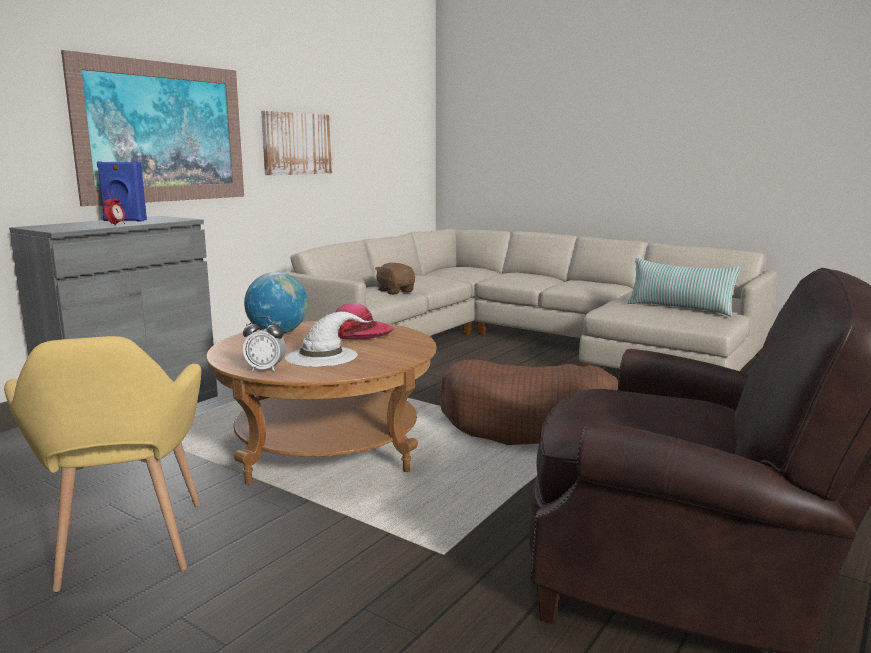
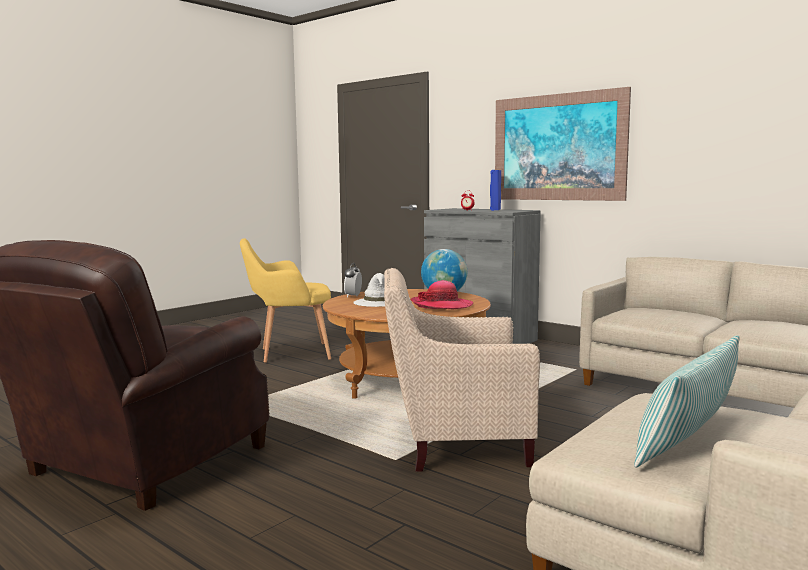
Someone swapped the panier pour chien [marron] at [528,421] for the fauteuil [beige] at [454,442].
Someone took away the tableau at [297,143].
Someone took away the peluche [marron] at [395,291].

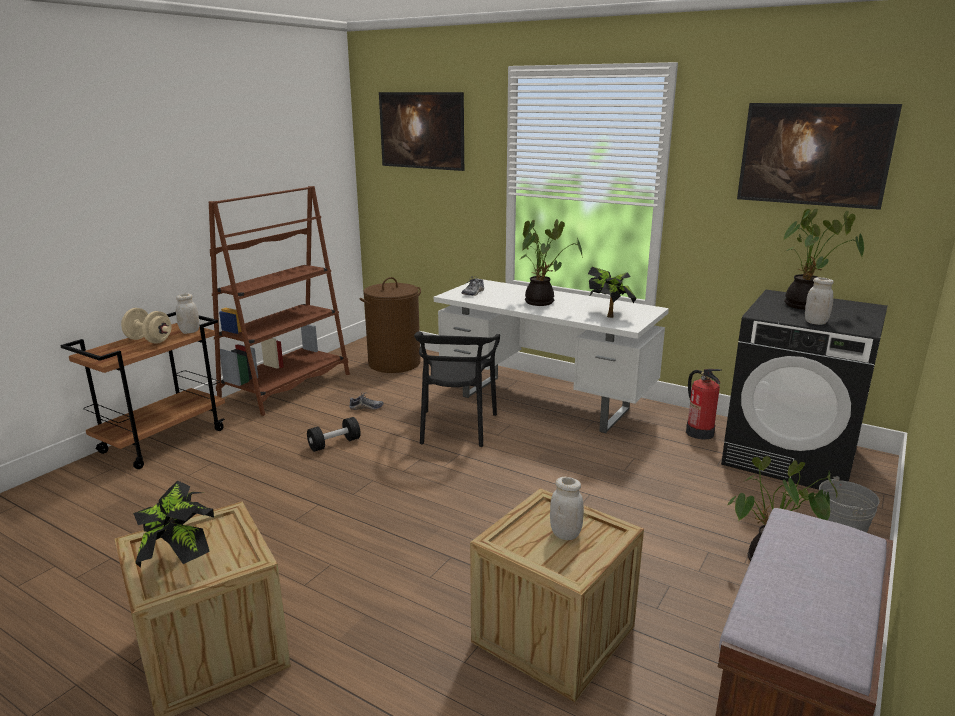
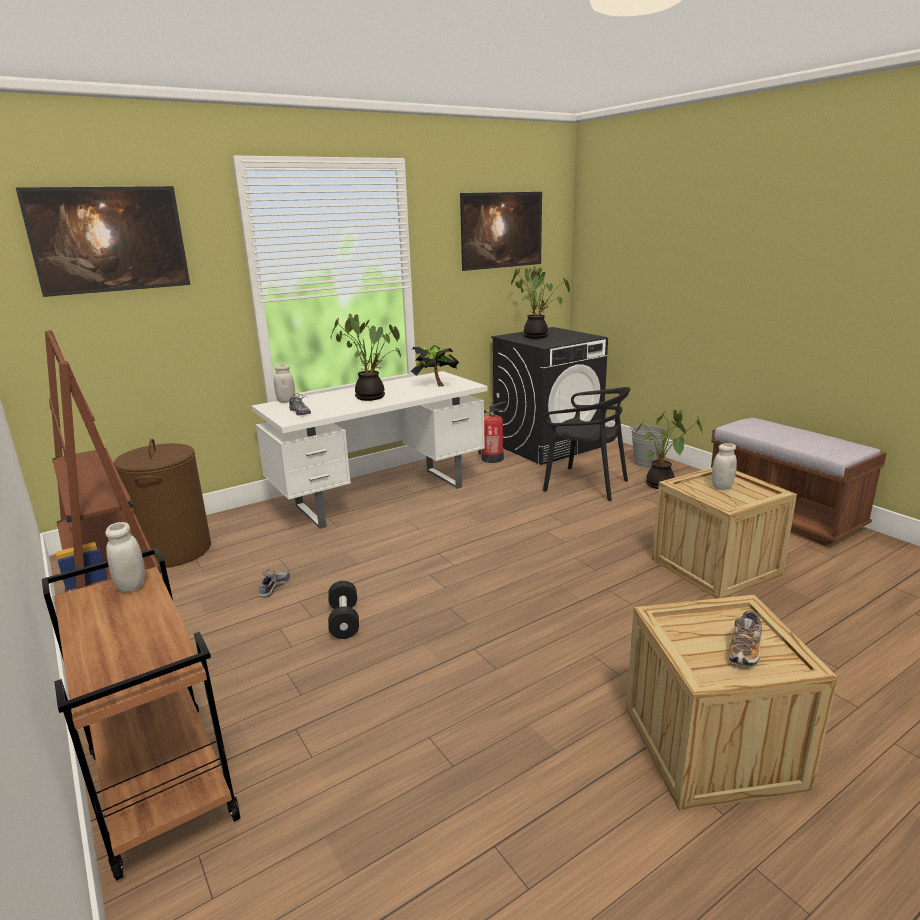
Someone carried the bocal [blanc] from [815,322] to [286,401].
Someone carried the chaise [noir] from [456,428] to [585,484].
Someone swapped the plante en pot at [180,563] for the chaussure at [744,650].
Someone took away the haltère [beige] at [149,340].

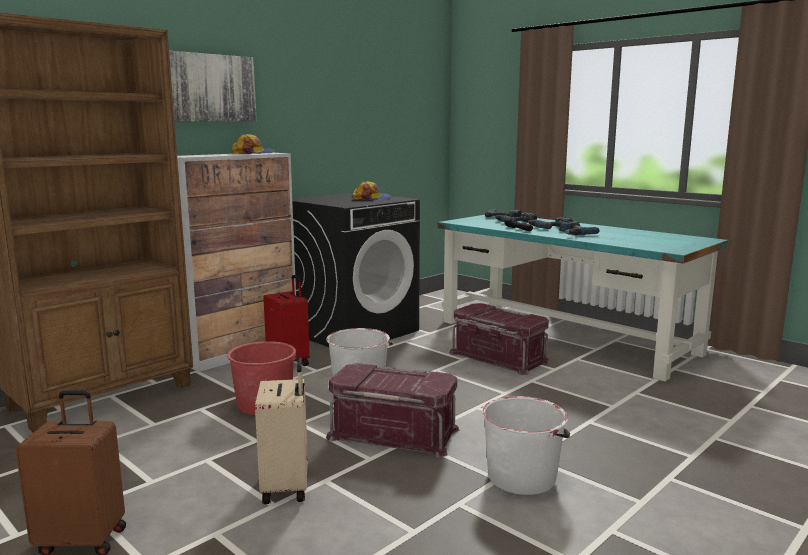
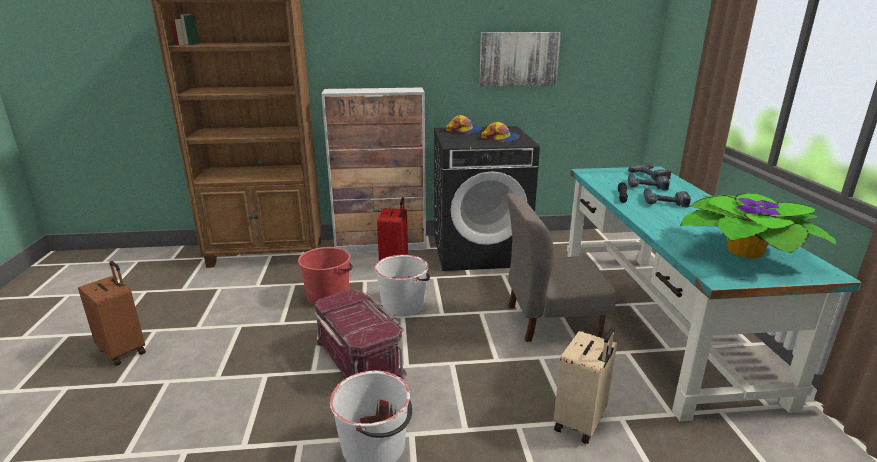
Someone carried the casquette from [253,153] to [464,130].
Someone carried the tableau from [208,88] to [518,59].
Someone swapped the boîte de rangement [rouge] at [497,357] for the chaise [gris] at [551,320].
Someone carried the valise [beige] from [287,487] to [581,422].
Someone put down the plante en pot at [744,252].
Someone took away the perceuse at [573,233].

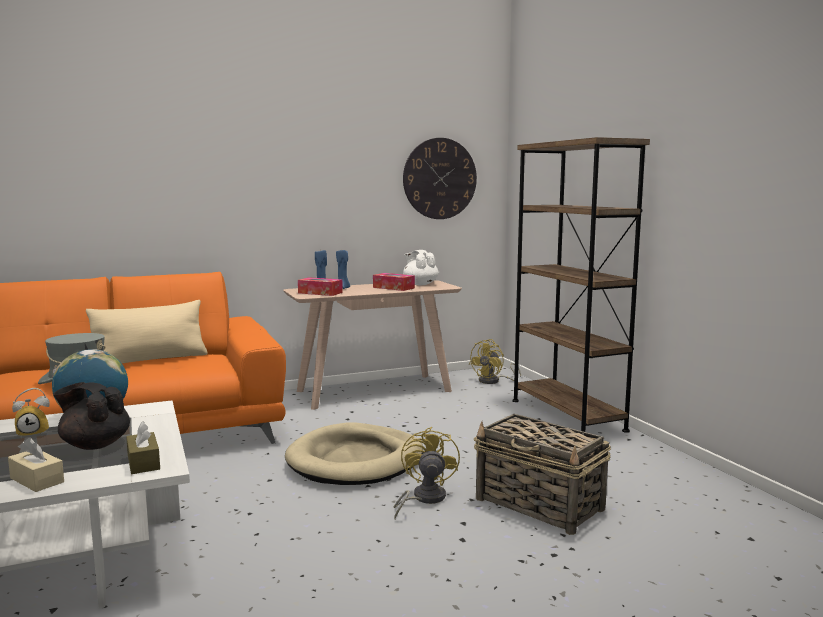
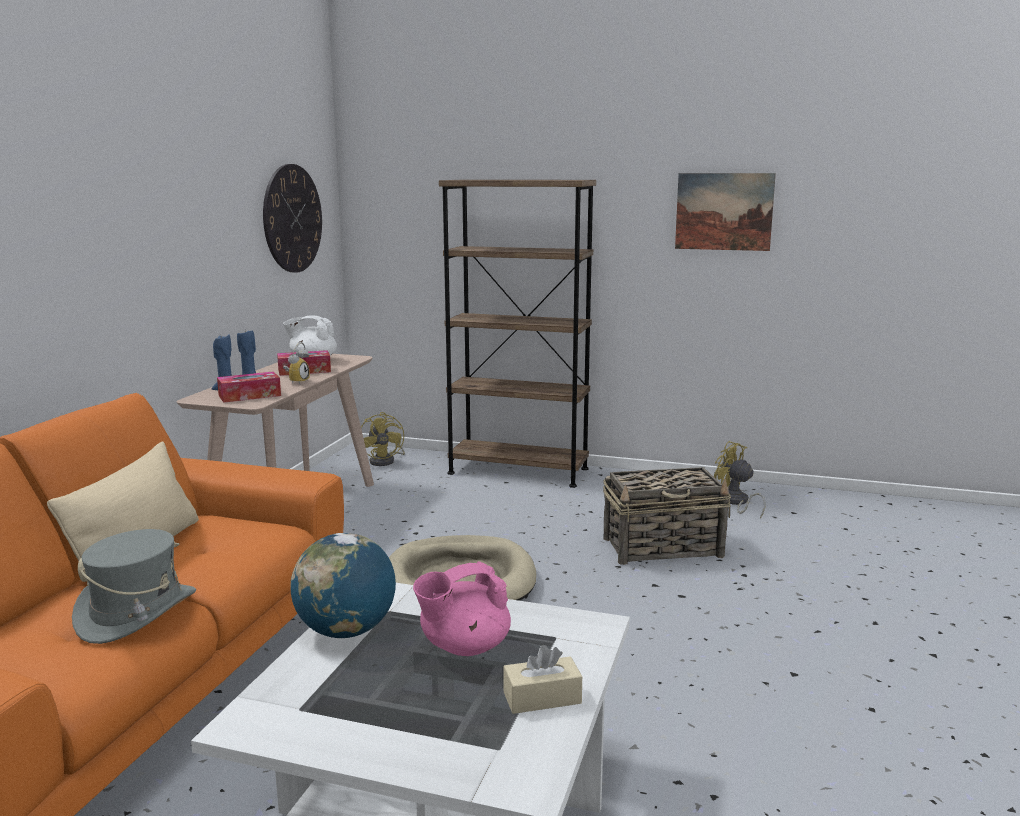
Someone carried the réveil from [34,433] to [297,382].
Someone repainted the théière [noir] at [95,445], which became the théière [rose] at [464,647].
Someone put up the tableau at [724,211].
Someone carried the ventilateur [jaune] from [423,499] to [735,502].
Someone took away the boîte à mouchoirs [marron] at [143,462].

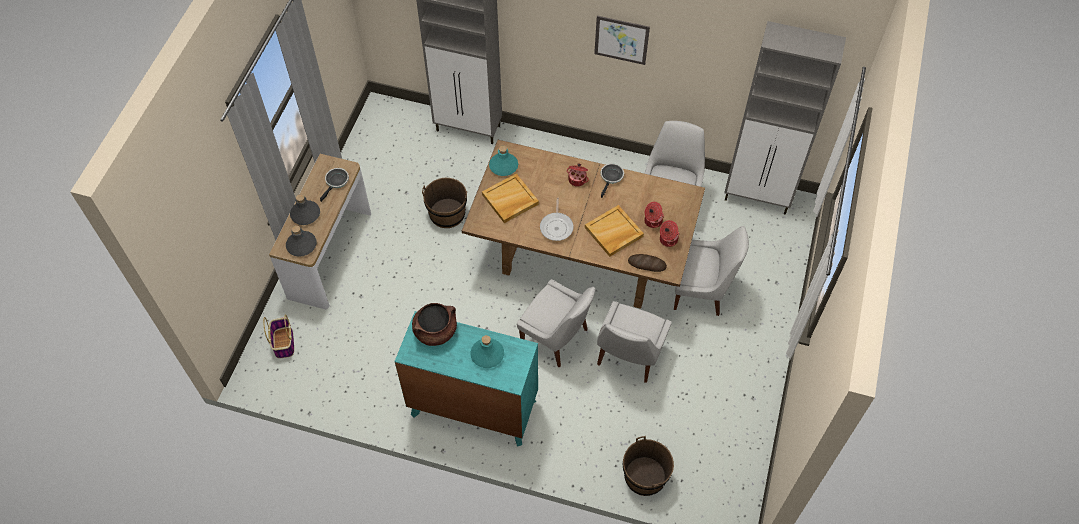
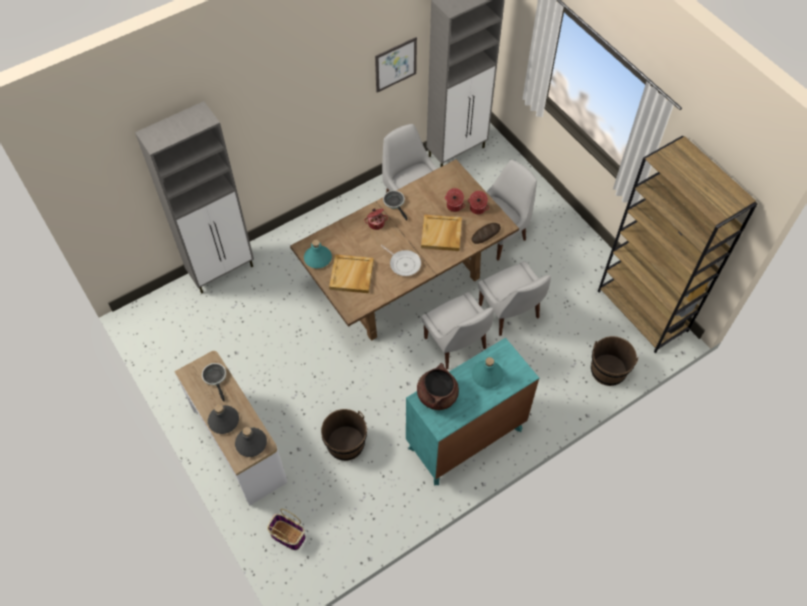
Someone carried the seau [marron] from [447,213] to [345,443].
Someone carried the tableau from [621,40] to [395,64].
Someone rotated the chaise [blanc] at [556,338] by 75 degrees clockwise.
Someone put down the bibliothèque [marron] at [643,311].

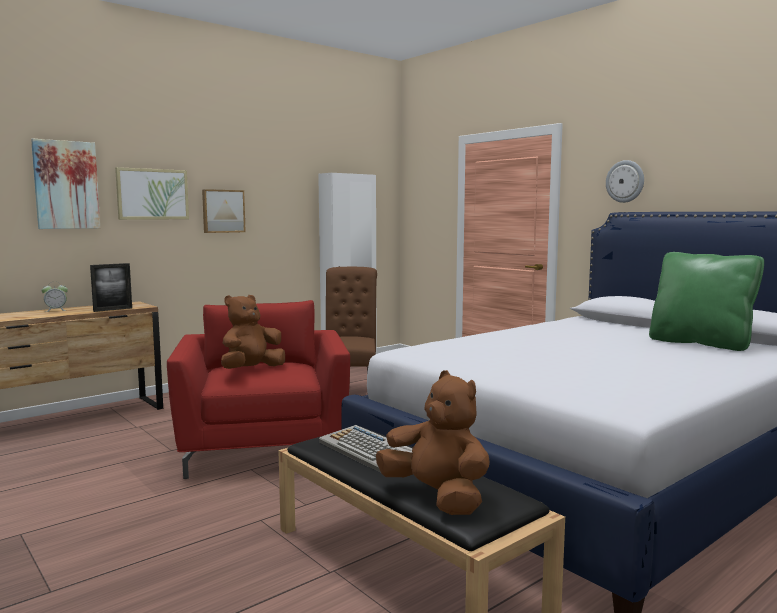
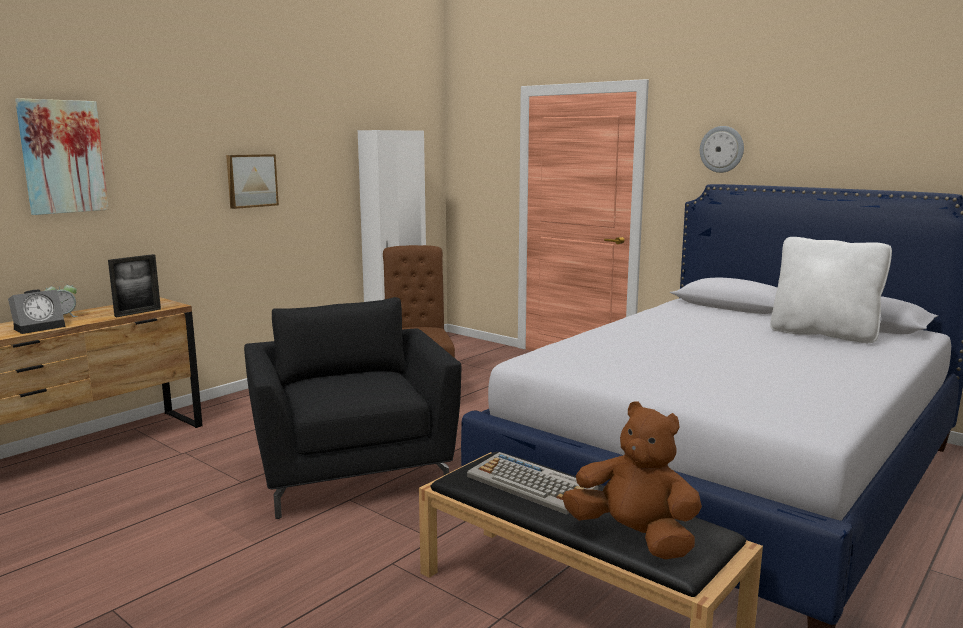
Someone put down the réveil at [40,327].
Someone repainted the fauteuil [rouge] at [264,450], which became the fauteuil [noir] at [353,473].
Someone repainted the coussin [vert] at [700,343], which became the coussin [blanc] at [823,334].
Someone took away the tableau at [152,194].
Someone took away the peluche [marron] at [251,370].

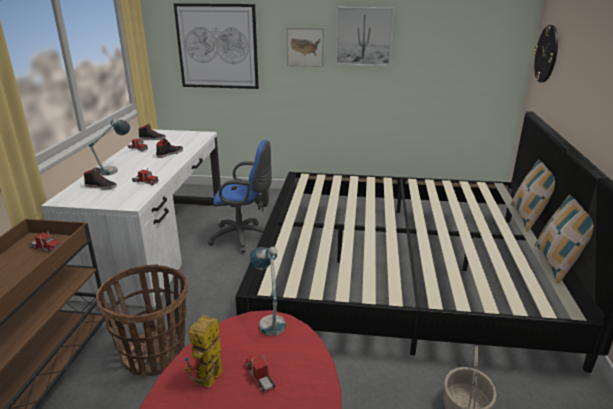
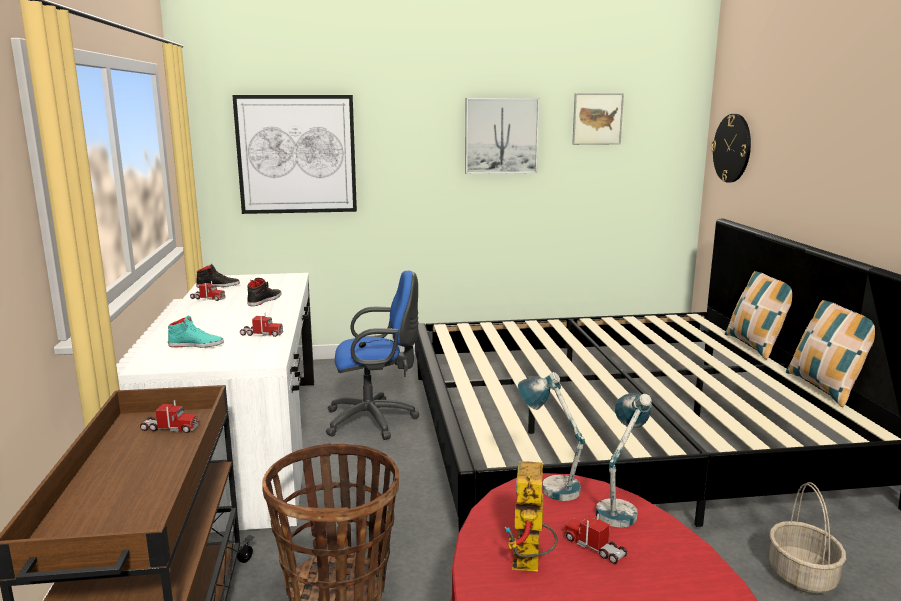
Someone repainted the chaussure [noir] at [101,186], which became the chaussure [turquoise] at [196,345].
Someone carried the tableau from [305,47] to [597,119].
Someone carried the lampe de table from [115,170] to [620,506].

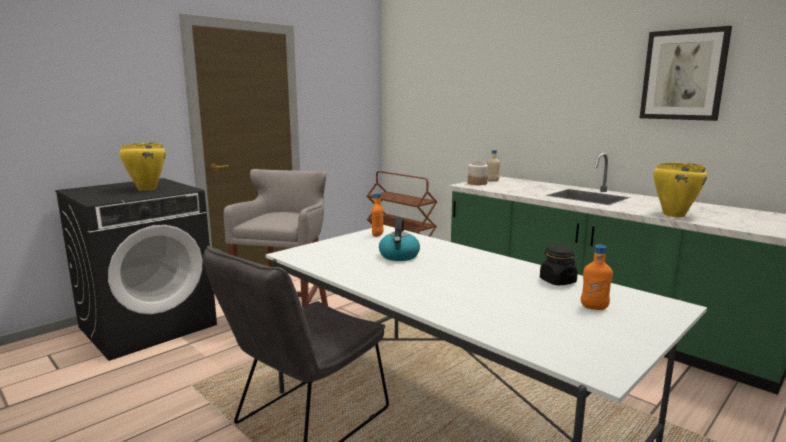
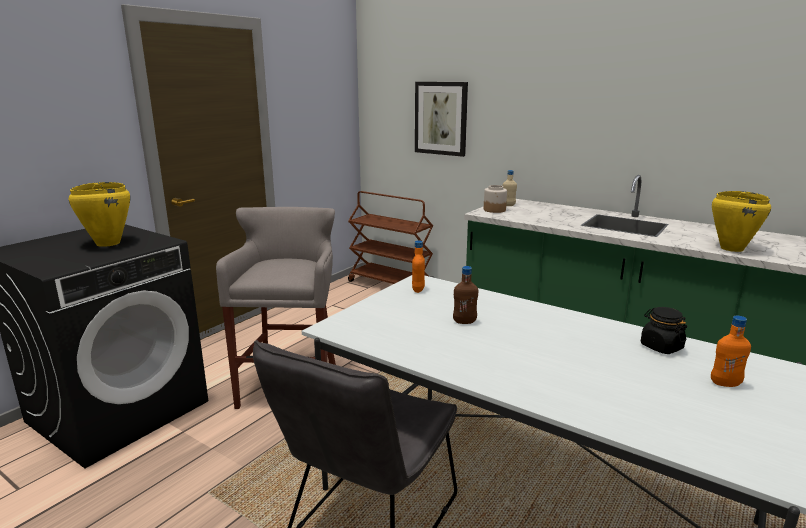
Someone carried the tableau from [683,75] to [441,118].
Someone swapped the bouilloire at [399,256] for the bouteille [marron] at [464,322].

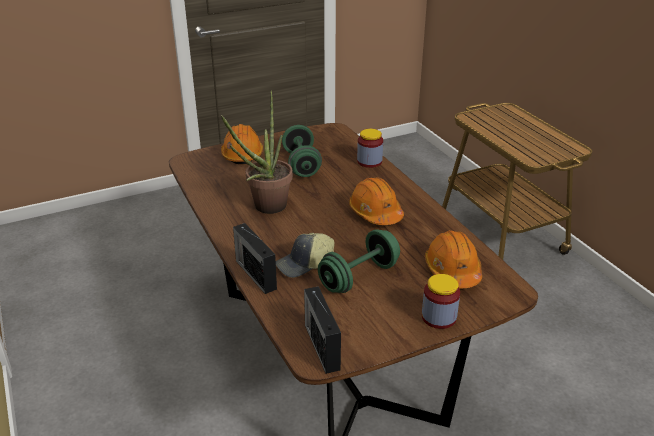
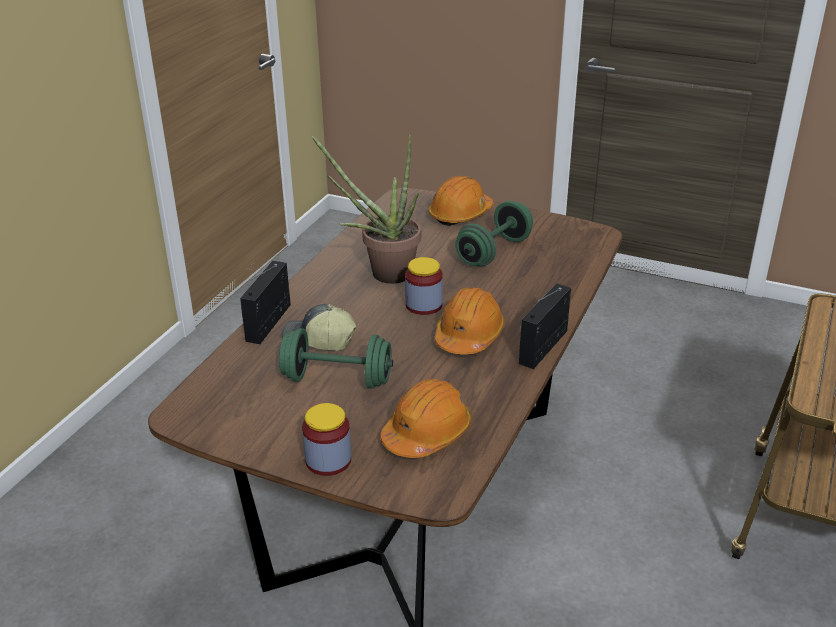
Someone carried the bocal from [369,161] to [424,305].
Someone carried the radio from [321,346] to [544,346].

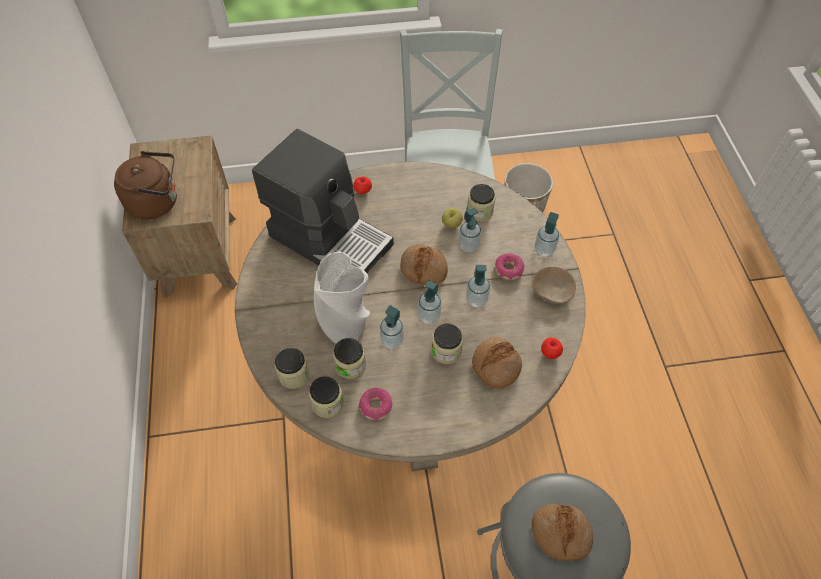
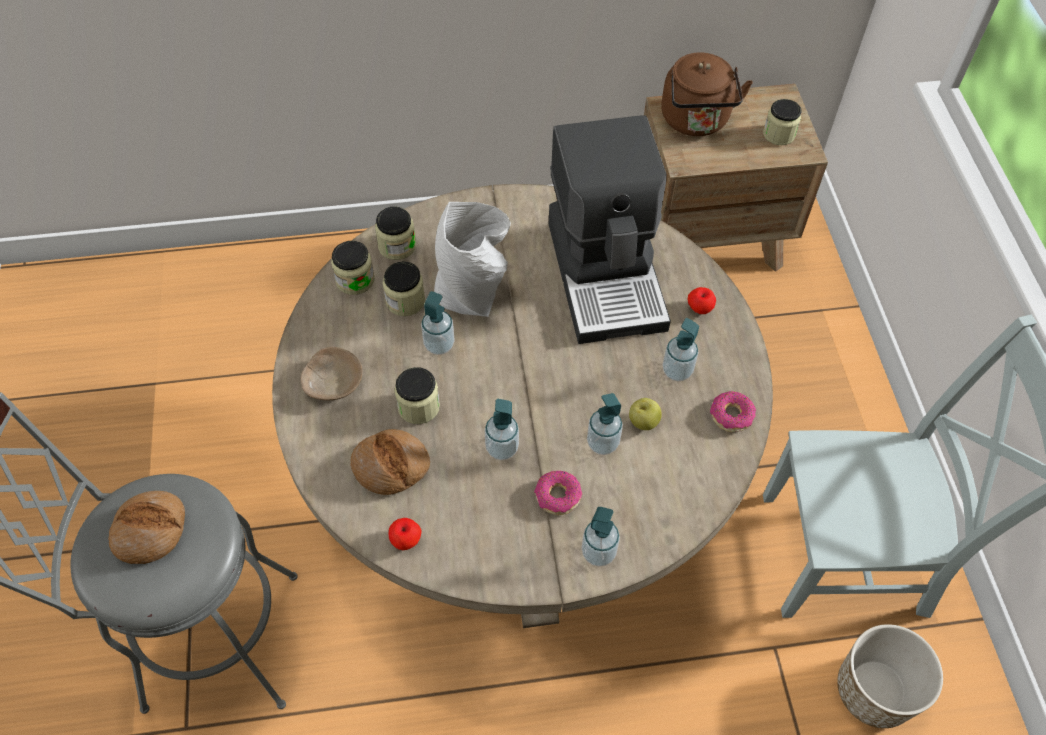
Someone carried the bol [beige] from [552,291] to [333,383].
Someone rotated the machine à café at [330,238] by 45 degrees counterclockwise.
Someone carried the distributeur de savon from [429,316] to [677,371].
Someone carried the beignet from [375,406] to [731,415].
Someone carried the bocal from [479,211] to [778,134].
Someone took away the pain at [423,269].

